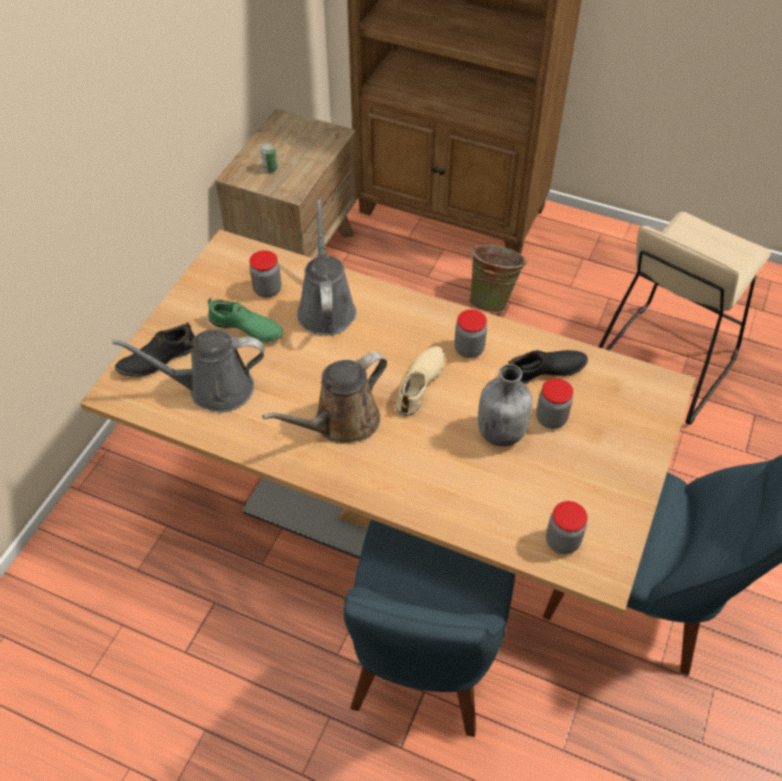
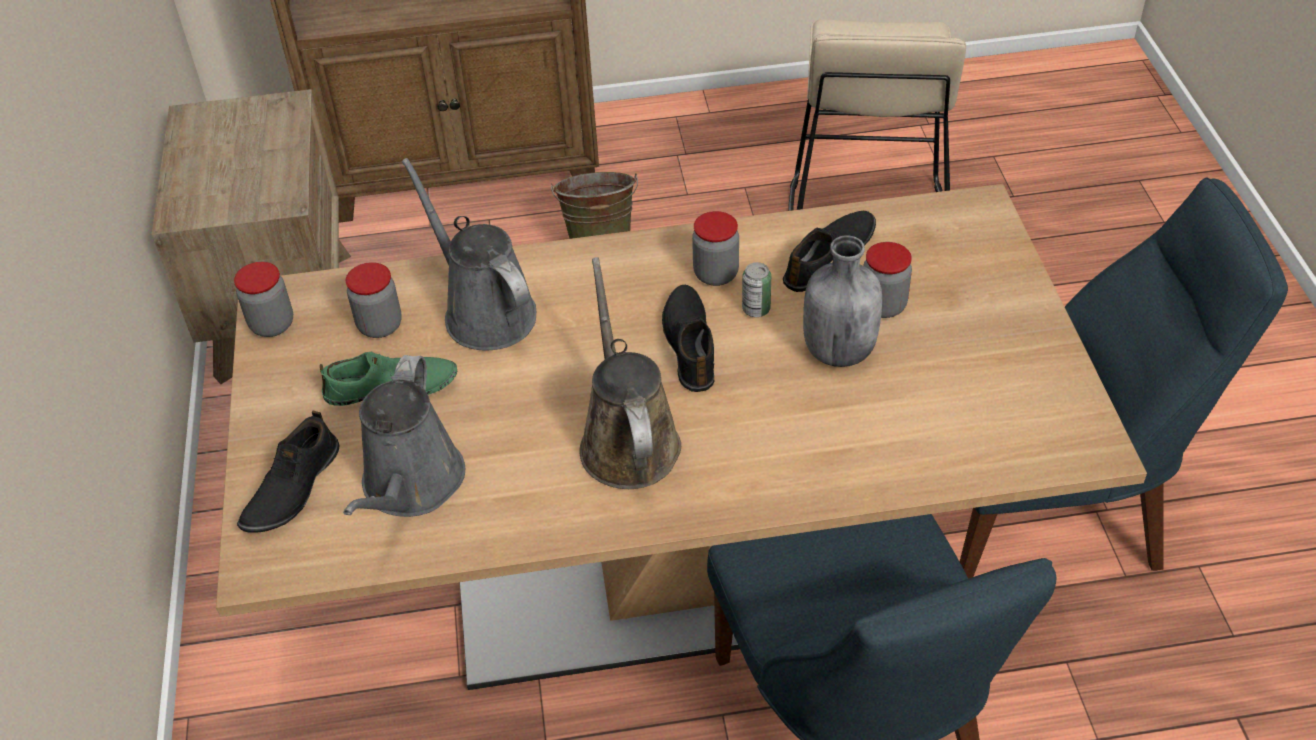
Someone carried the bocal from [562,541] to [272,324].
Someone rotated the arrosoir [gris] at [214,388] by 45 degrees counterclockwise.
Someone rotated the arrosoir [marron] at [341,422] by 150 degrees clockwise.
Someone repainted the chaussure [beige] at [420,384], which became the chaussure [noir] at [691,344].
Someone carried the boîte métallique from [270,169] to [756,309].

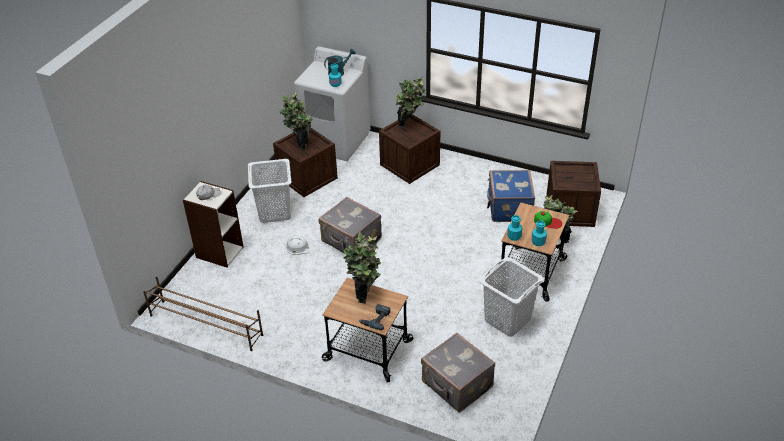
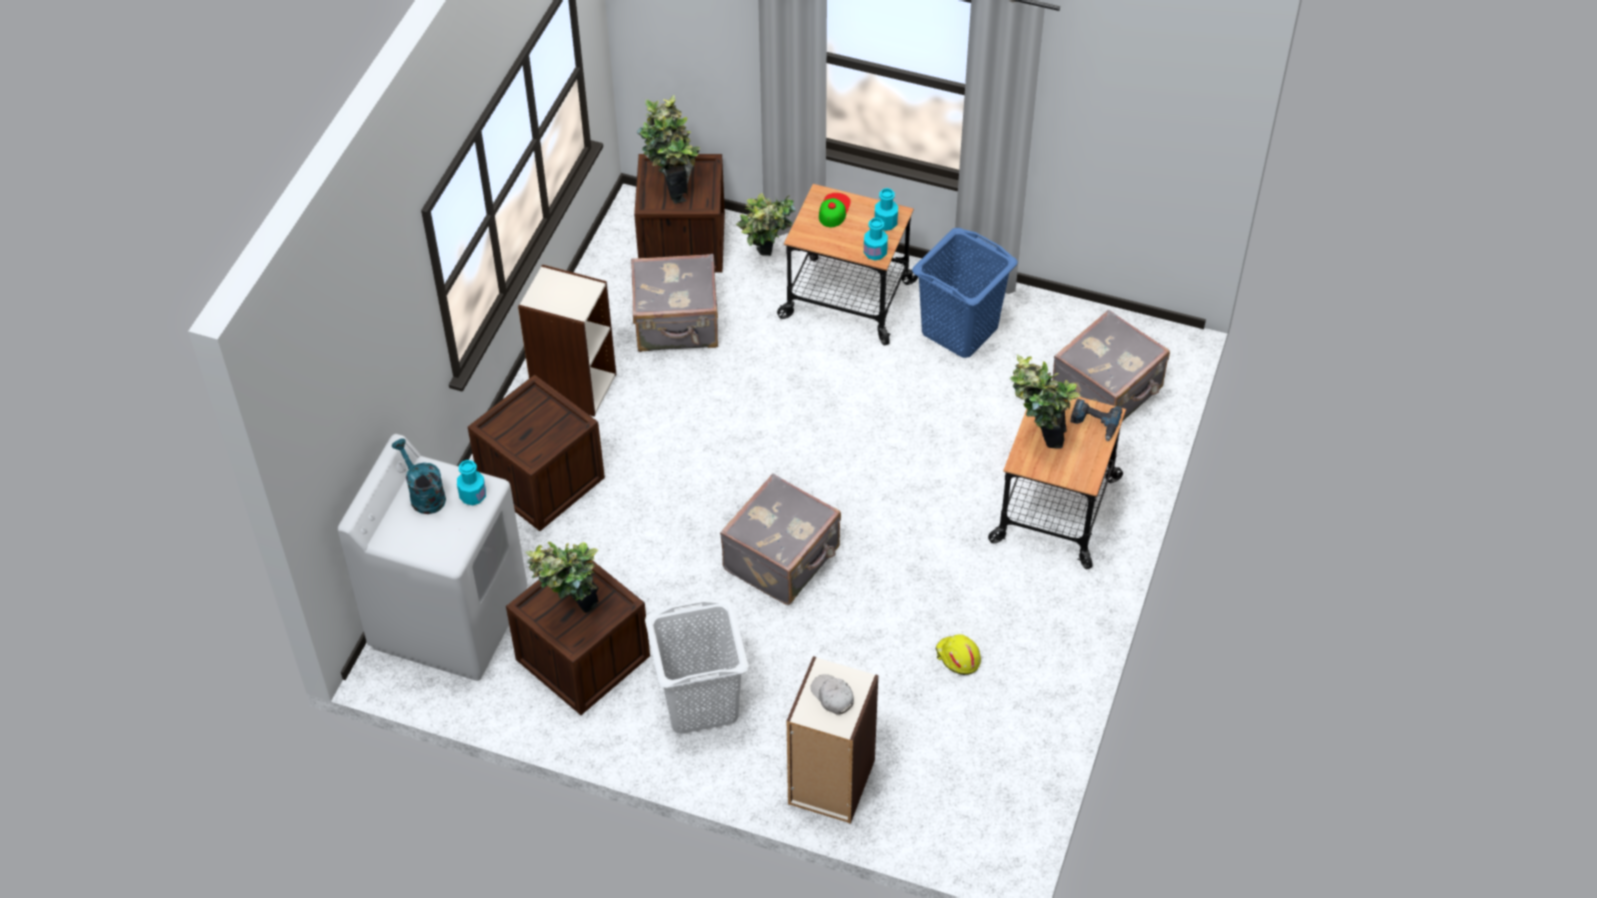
Someone put down the bibliothèque at [573,386].
Someone repainted the valise [bleu] at [508,208], which became the valise [gris] at [677,325].
Someone carried the plante en pot from [410,124] to [672,188].
Someone repainted the panier à linge [blanc] at [507,319], which became the panier à linge [bleu] at [959,330].
Someone put down the casque de chantier [jaune] at [957,657].
Someone took away the étagère à chaussures [marron] at [205,324].
Someone took away the casque de chantier [blanc] at [299,247].

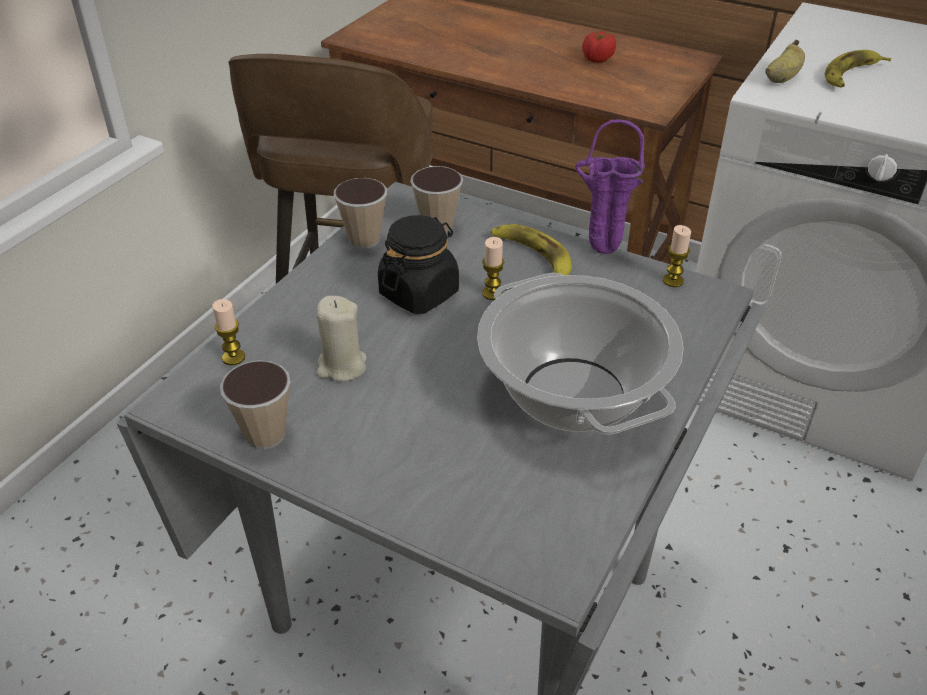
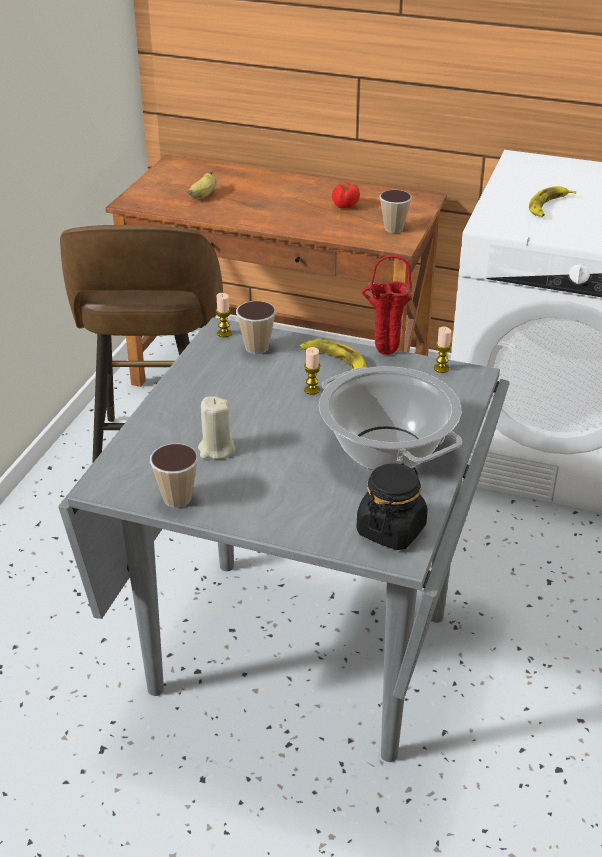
Someone carried the banane from [781,78] to [203,196].
Someone carried the bougie from [233,357] to [224,333].
Someone carried the bocal [noir] from [419,293] to [391,530].
Someone repainted the vase [violet] at [599,252], which became the vase [rouge] at [383,353].
Someone carried the tasse from [364,240] to [394,228].

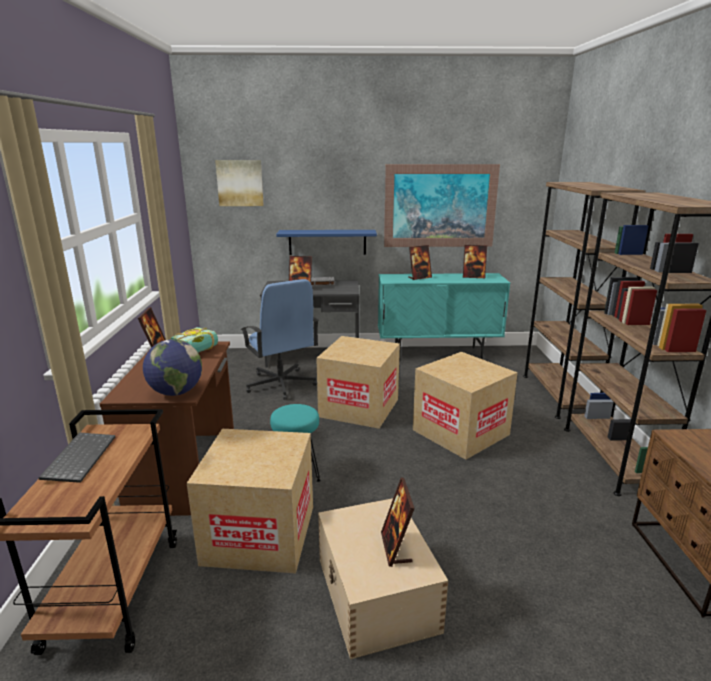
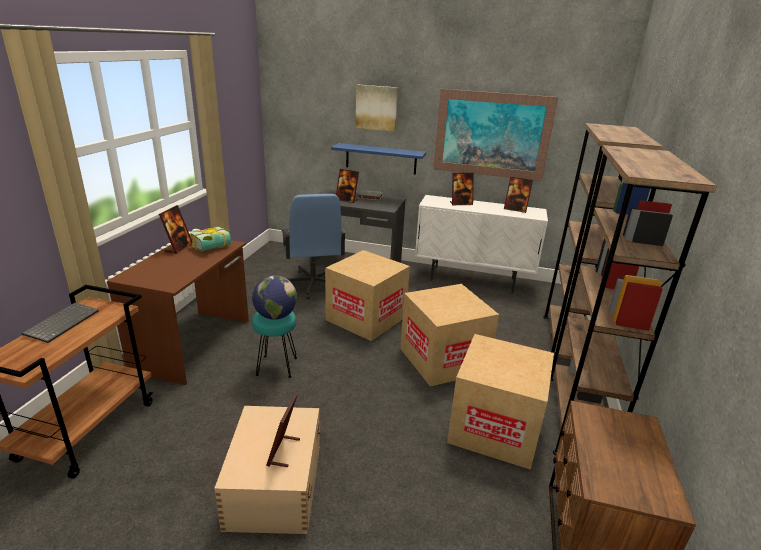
Someone carried the globe from [176,392] to [275,316].
Someone carried the tableau from [240,183] to [376,107].
Someone repainted the meuble de rangement [turquoise] at [437,354], which became the meuble de rangement [blanc] at [472,279].
Someone carried the carton from [259,534] to [494,428].

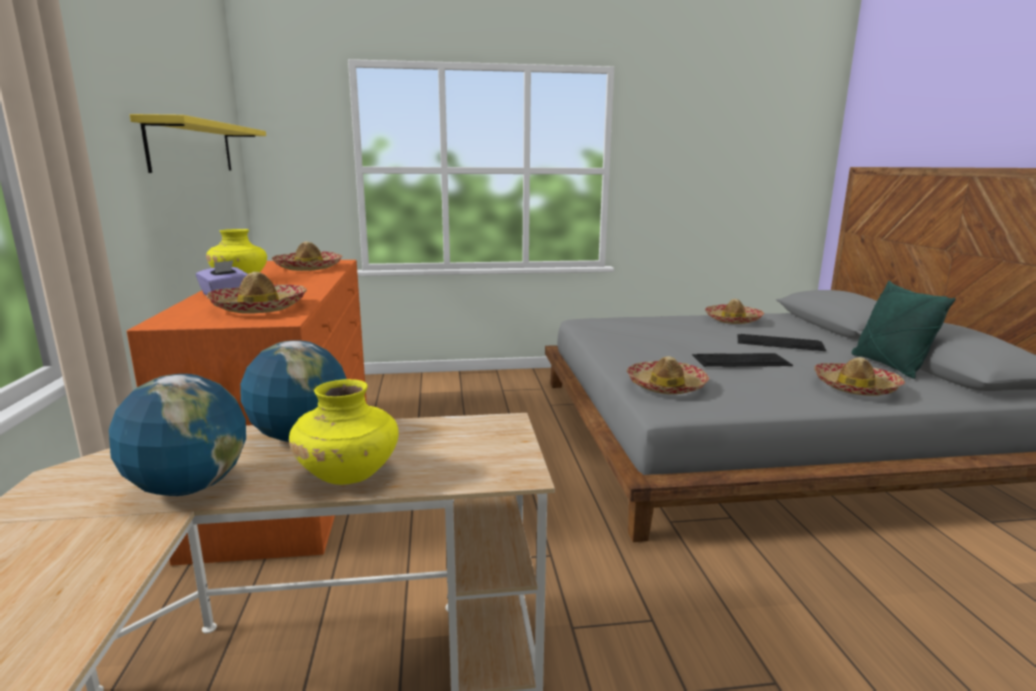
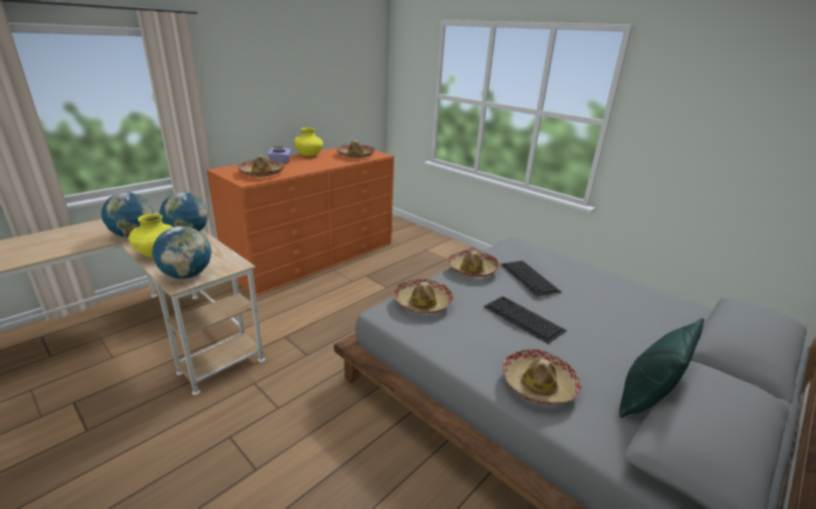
Someone put down the globe at [187,275].
Someone carried the chapeau from [733,320] to [472,269].
Someone carried the clavier from [780,342] to [530,277].
Someone took away the étagère [jaune] at [192,147].

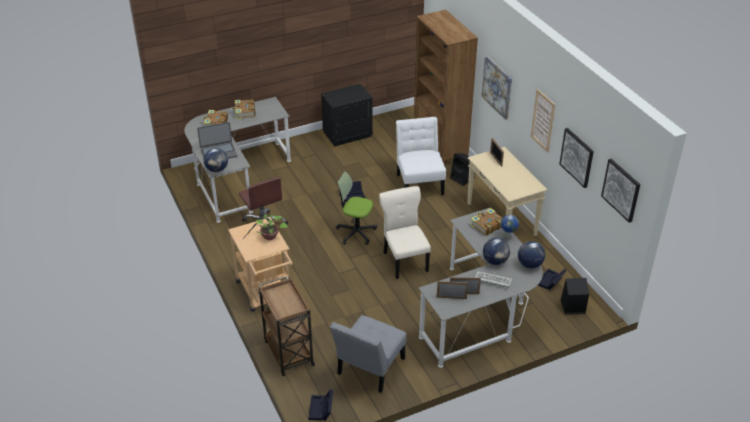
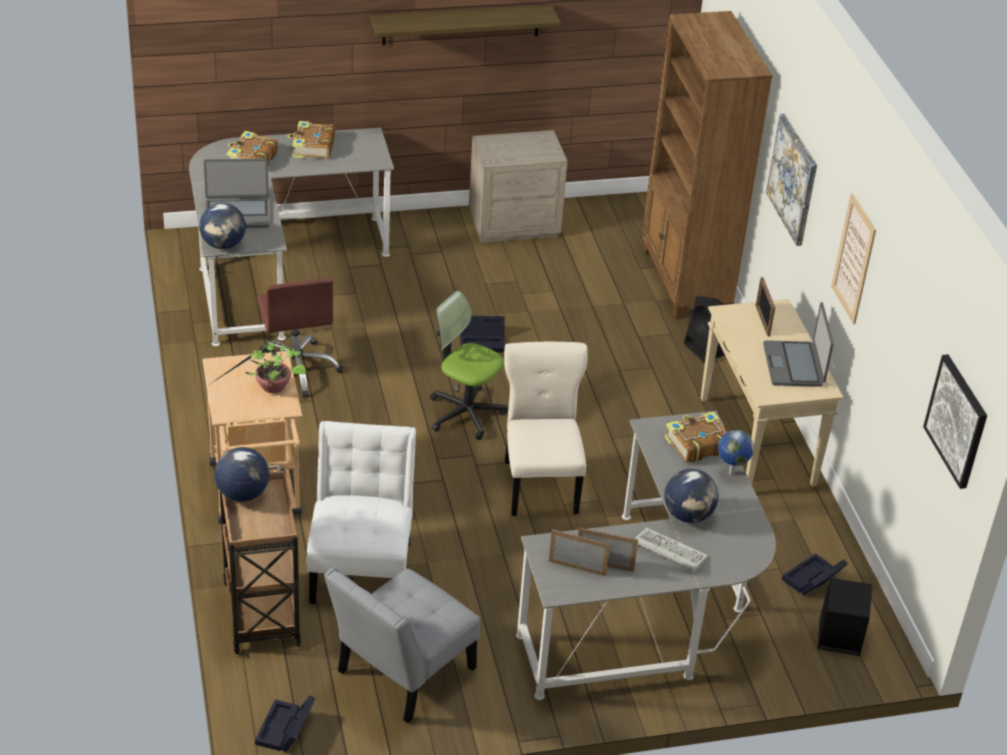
Someone carried the globe from [529,264] to [242,494].
Someone carried the chaise [blanc] from [419,182] to [362,567].
Someone put up the étagère at [461,24].
Someone repainted the table de chevet [noir] at [347,134], which became the table de chevet [beige] at [513,224].
Someone put down the ordinateur portable at [794,365].
Someone took away the tableau at [577,157].

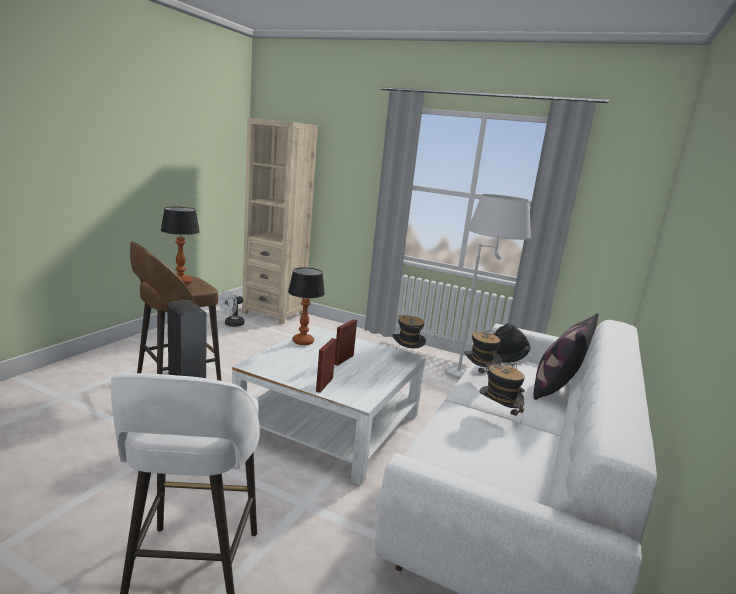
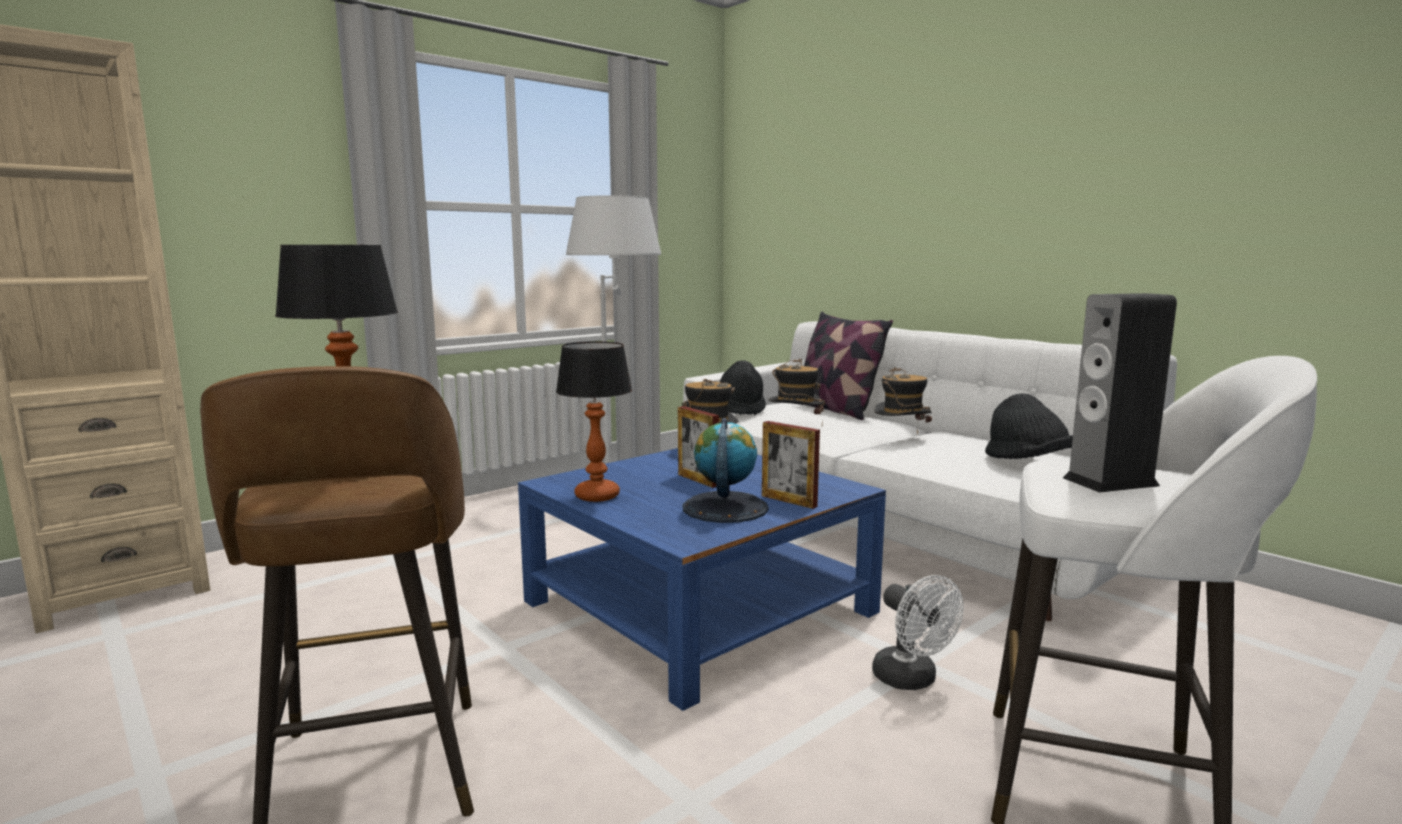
Someone repainted the table basse [blanc] at [330,423], which became the table basse [bleu] at [699,606].
Someone put down the globe at [724,507].
Someone carried the ventilateur [blanc] from [231,324] to [912,680].
Someone put down the chapeau [noir] at [1026,461].

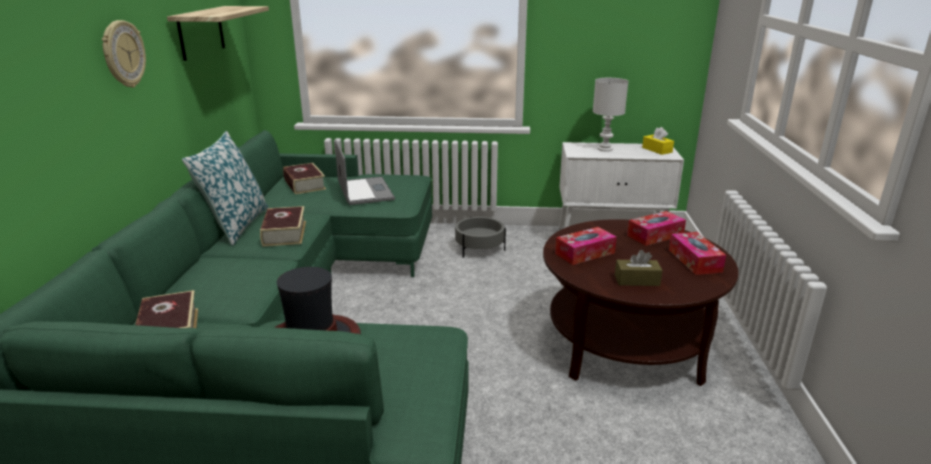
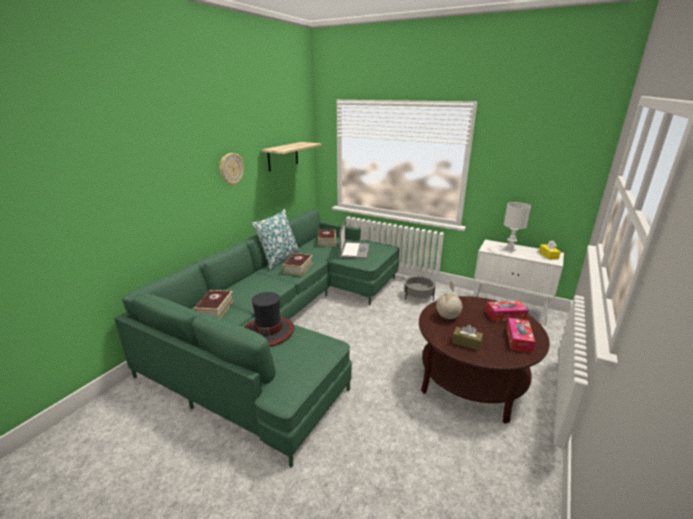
Someone swapped the boîte à mouchoirs at [585,253] for the globe at [447,317].

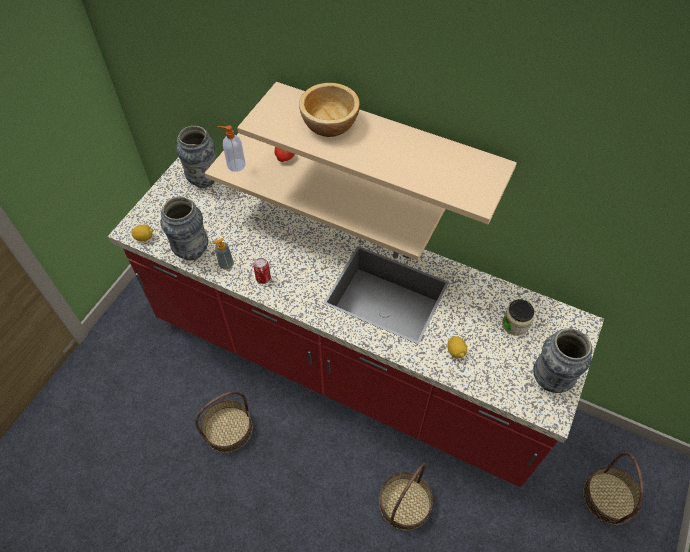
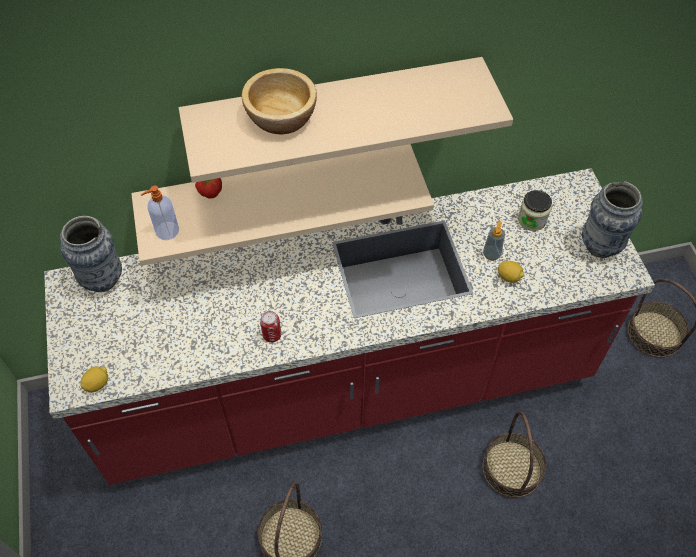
Someone carried the distributeur de savon from [226,264] to [491,254].
Someone took away the vase at [192,250].

